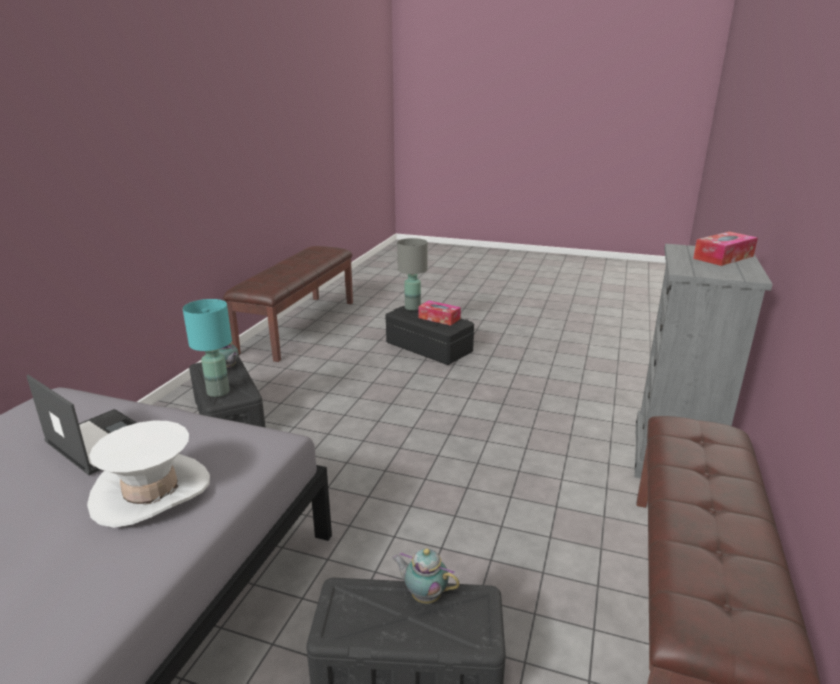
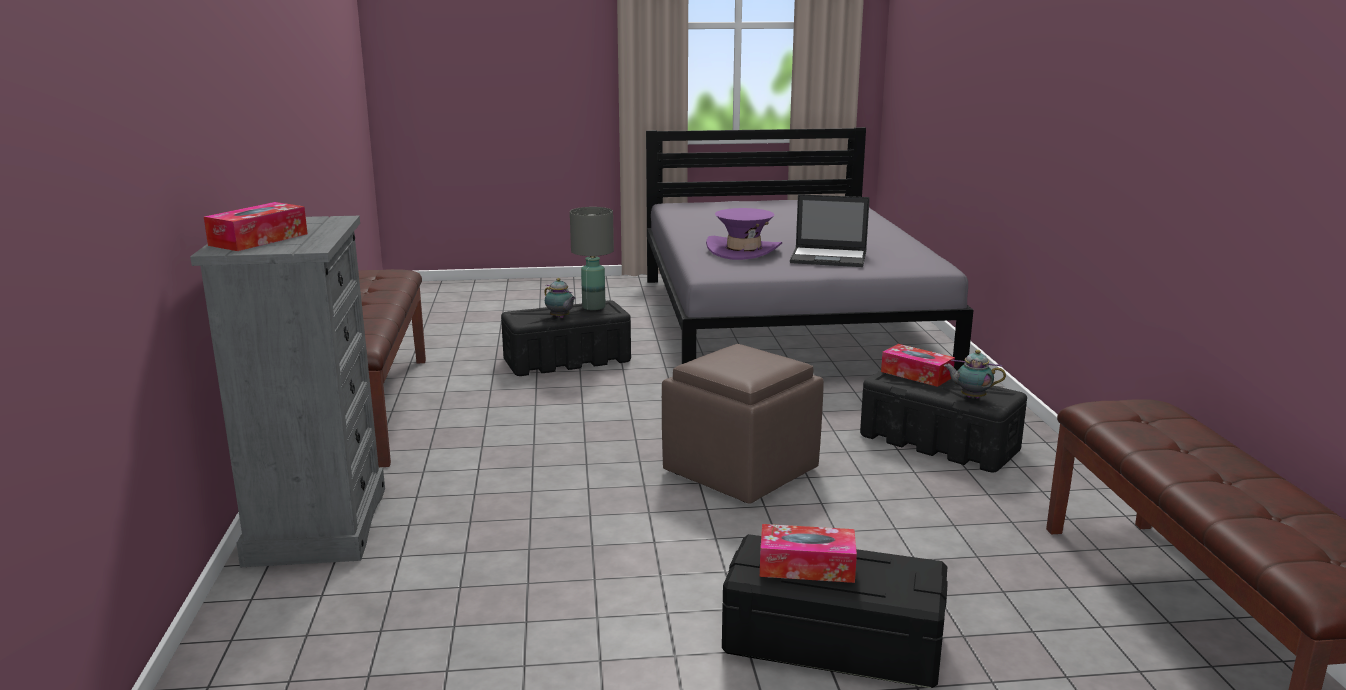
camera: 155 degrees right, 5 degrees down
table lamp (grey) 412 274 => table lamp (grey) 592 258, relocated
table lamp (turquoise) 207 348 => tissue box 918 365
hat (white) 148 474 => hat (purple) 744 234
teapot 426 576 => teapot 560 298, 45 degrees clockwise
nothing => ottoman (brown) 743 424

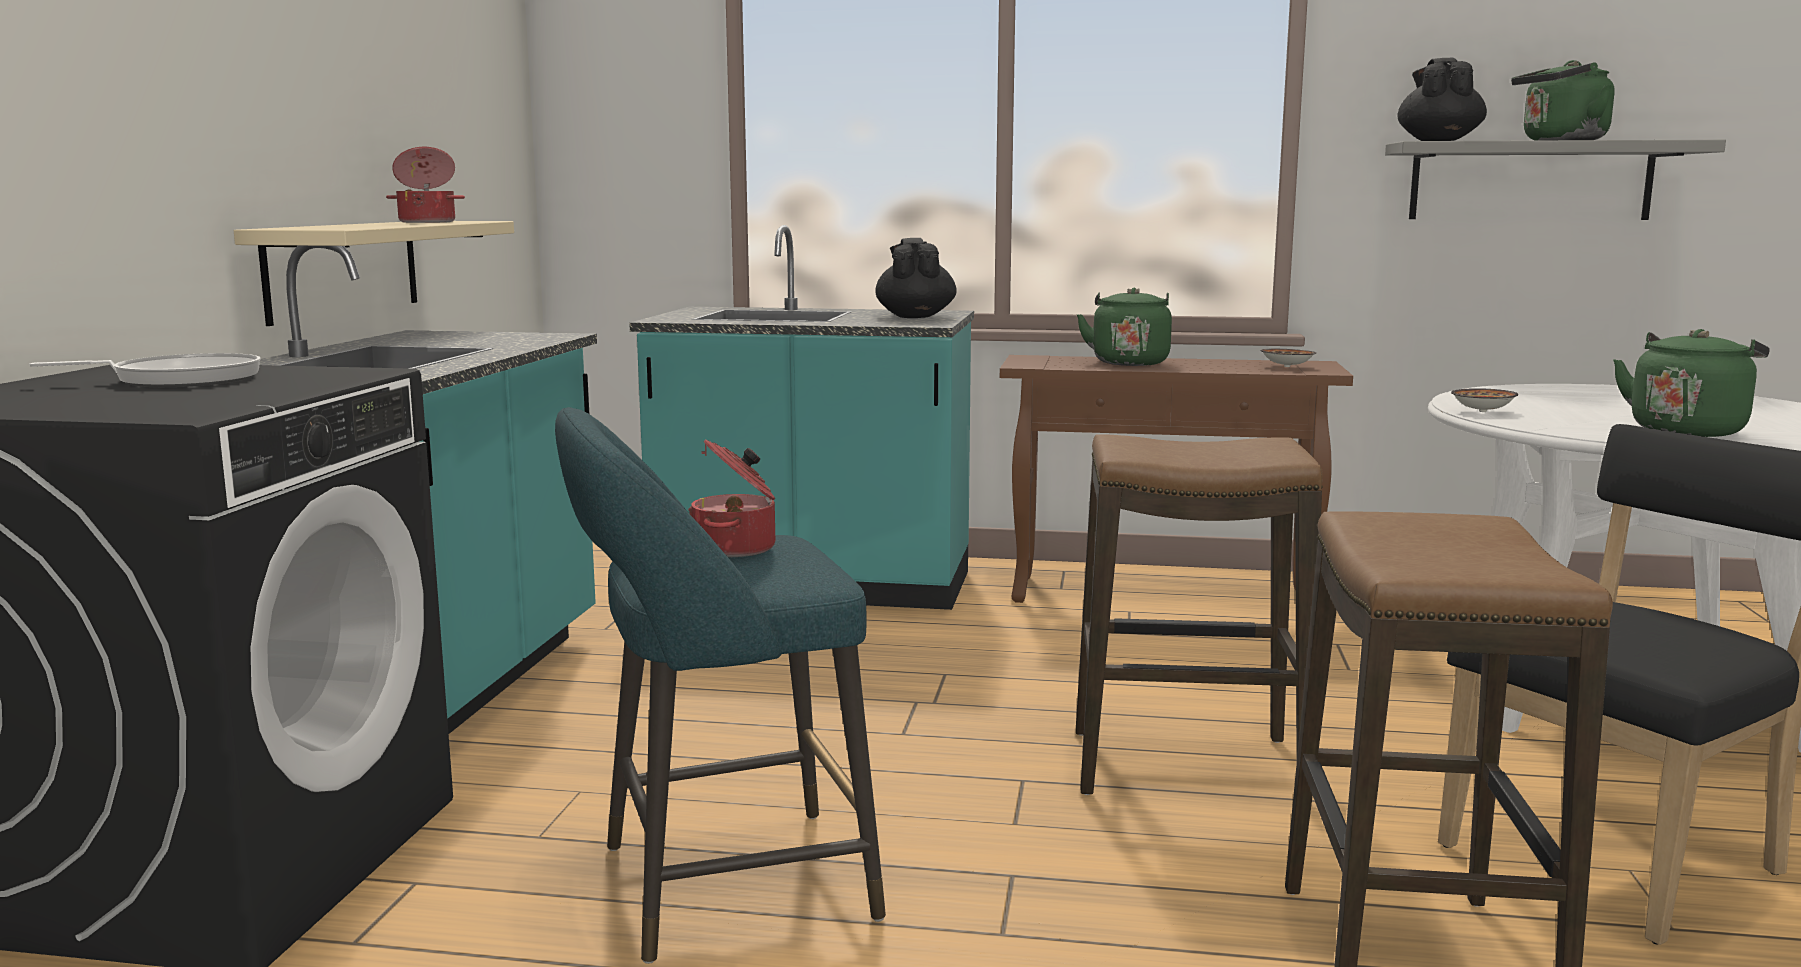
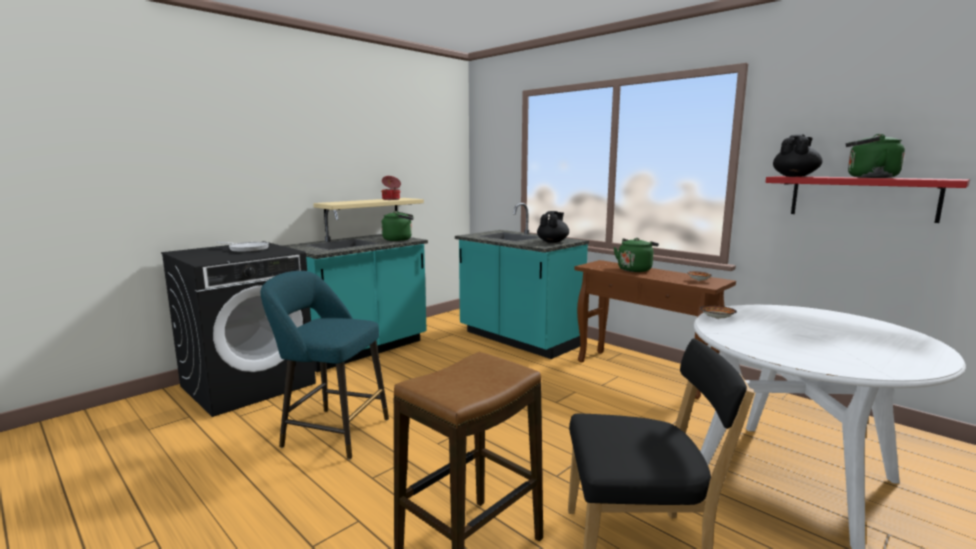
camera: 35 degrees right, 0 degrees up
shelf (grey) 1555 180 => shelf (red) 868 199
kettle (green) 1691 383 => kettle (green) 397 226, relocated
stool 1199 614 => nothing
cooking pot 731 498 => nothing

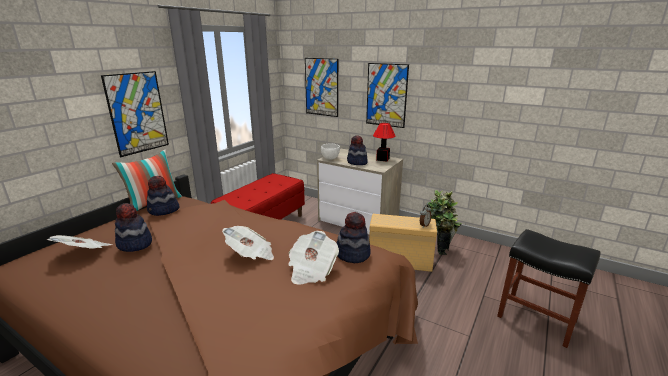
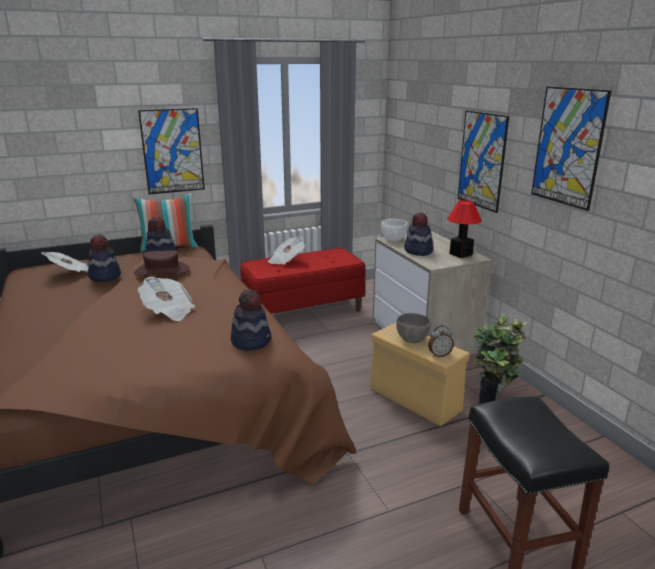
camera: 35 degrees right, 0 degrees up
picture 321 87 => picture 571 149, relocated
newspaper 313 258 => newspaper 286 251, relocated
nothing => hat (brown) 162 263
nothing => bowl (grey) 413 328

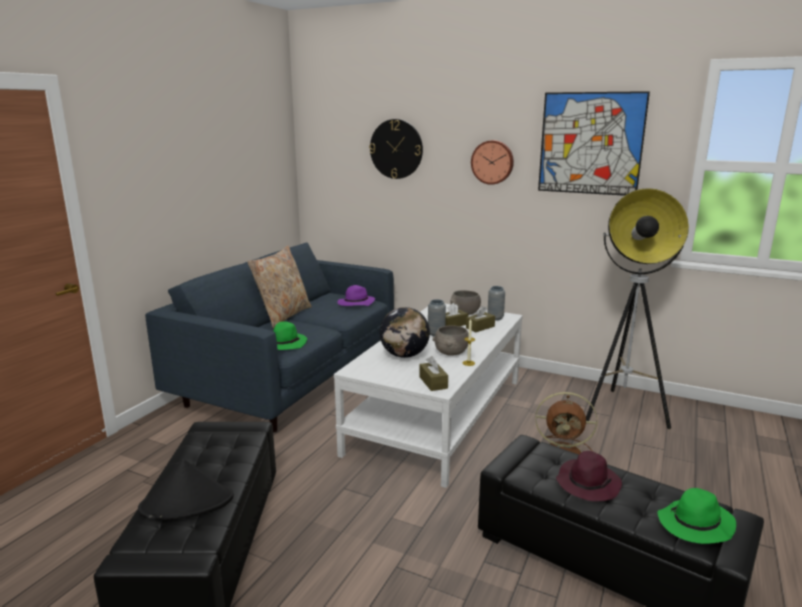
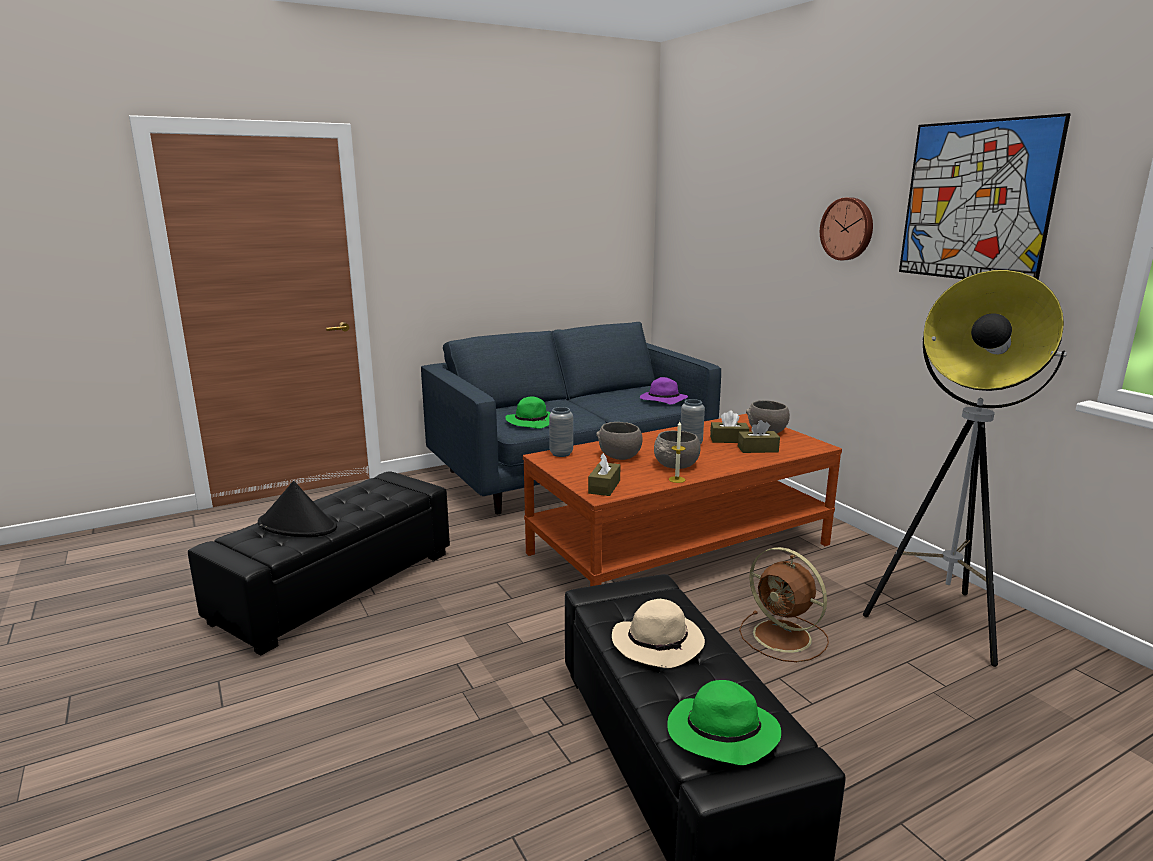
camera: 35 degrees right, 0 degrees up
wall clock 396 149 => nothing
pillow (beige) 279 287 => nothing
vase (grey) 496 303 => vase (grey) 561 432, relocated
coffee table (white) 428 396 => coffee table (brown) 682 500
globe 404 332 => bowl (grey) 619 441
hat (purple) 589 476 => hat (beige) 658 633

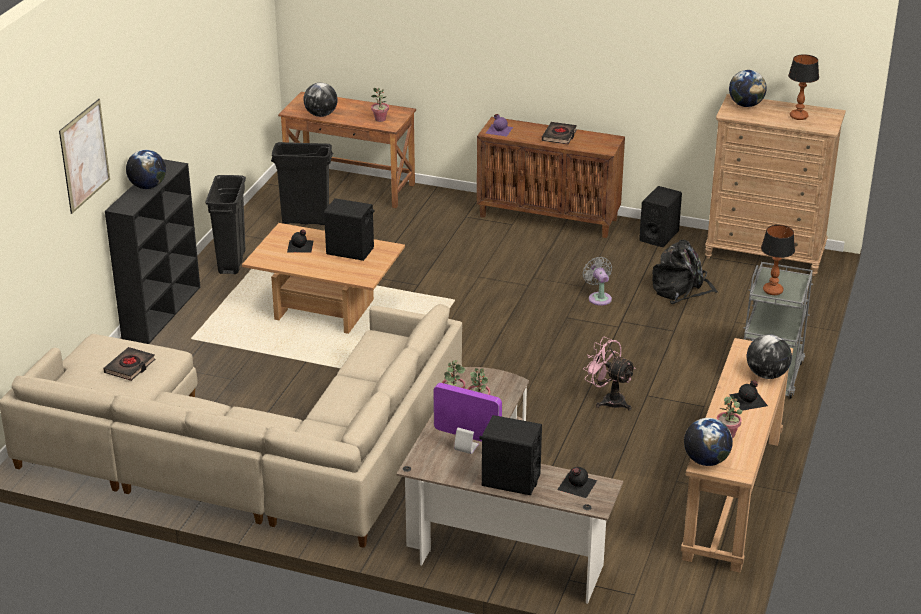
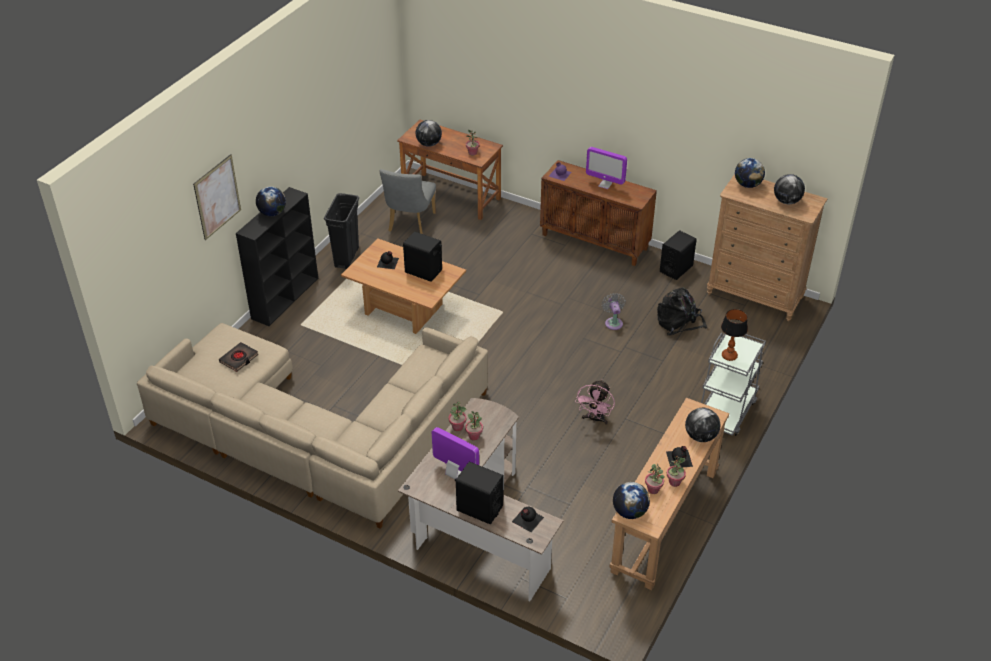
camera: 10 degrees right, 10 degrees up
table lamp 803 87 => globe 789 189
book (black) 559 133 => monitor 606 168
trash can (black) 302 183 => chair (grey) 408 201
fan (pink) 609 374 => fan (pink) 595 402, 120 degrees counterclockwise
nothing => potted plant 676 471

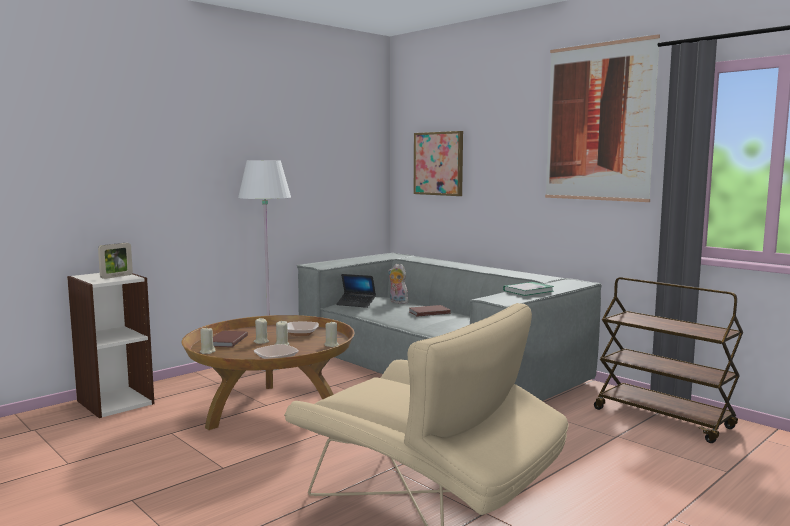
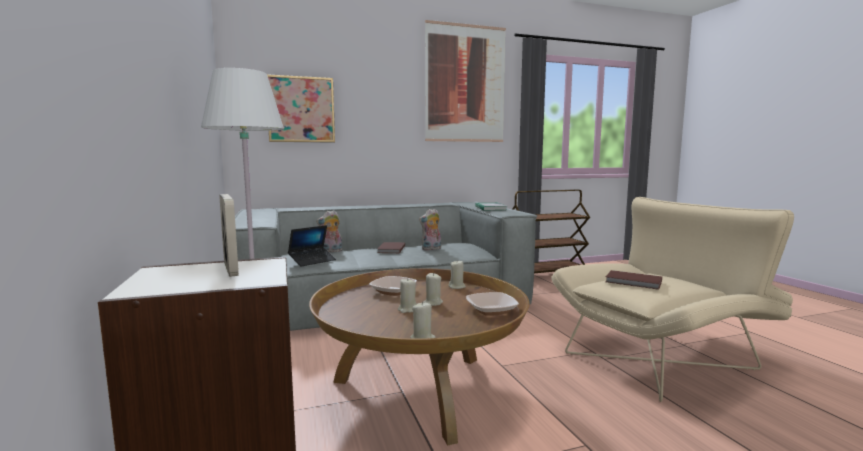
camera: 65 degrees left, 0 degrees up
book (brown) 230 339 => book (brown) 634 280, relocated
nothing => plush toy 430 229

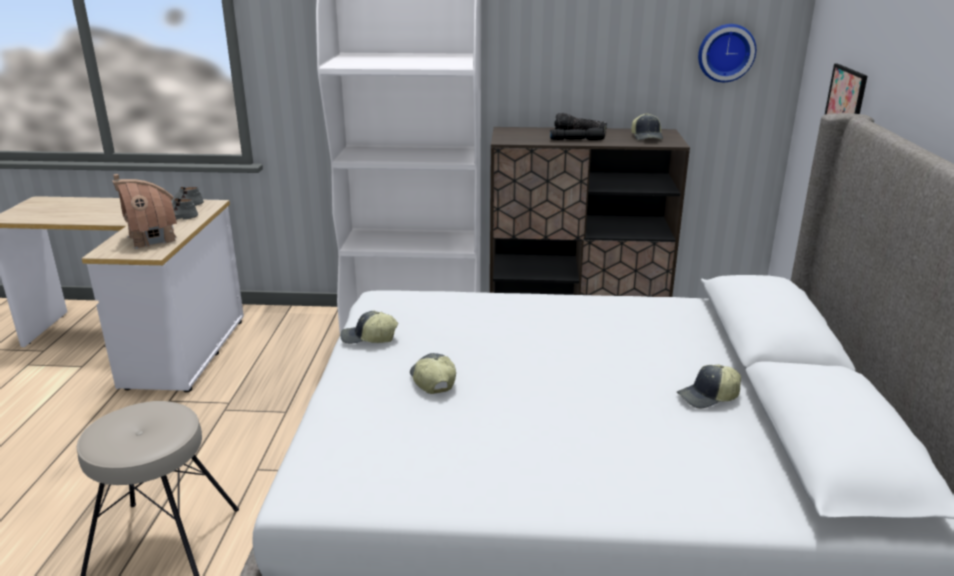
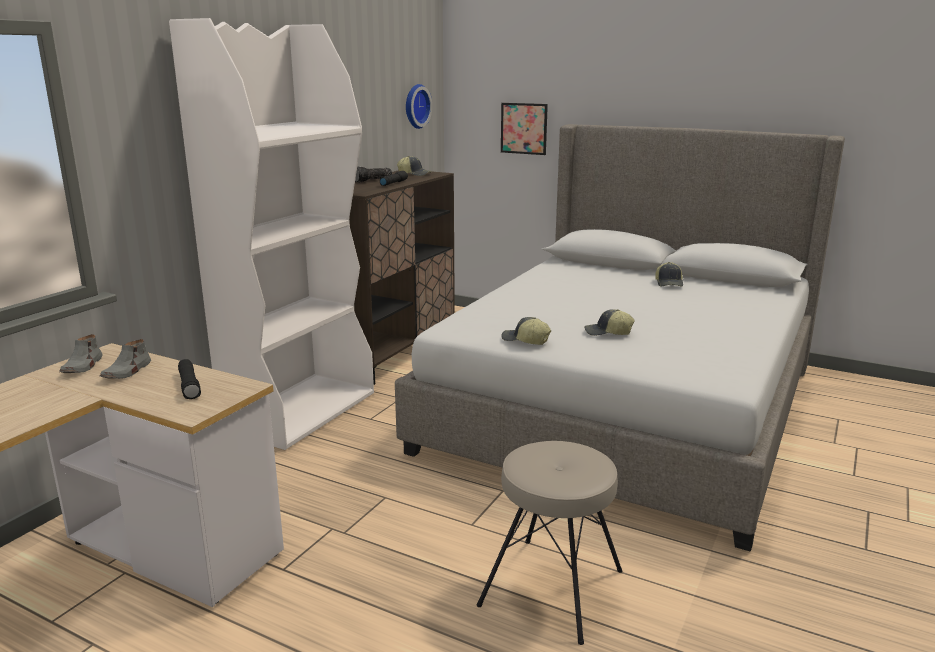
camera: 65 degrees left, 5 degrees down
toy house 144 211 => flashlight (black) 189 379
cap 369 327 => cap 526 331, 90 degrees clockwise

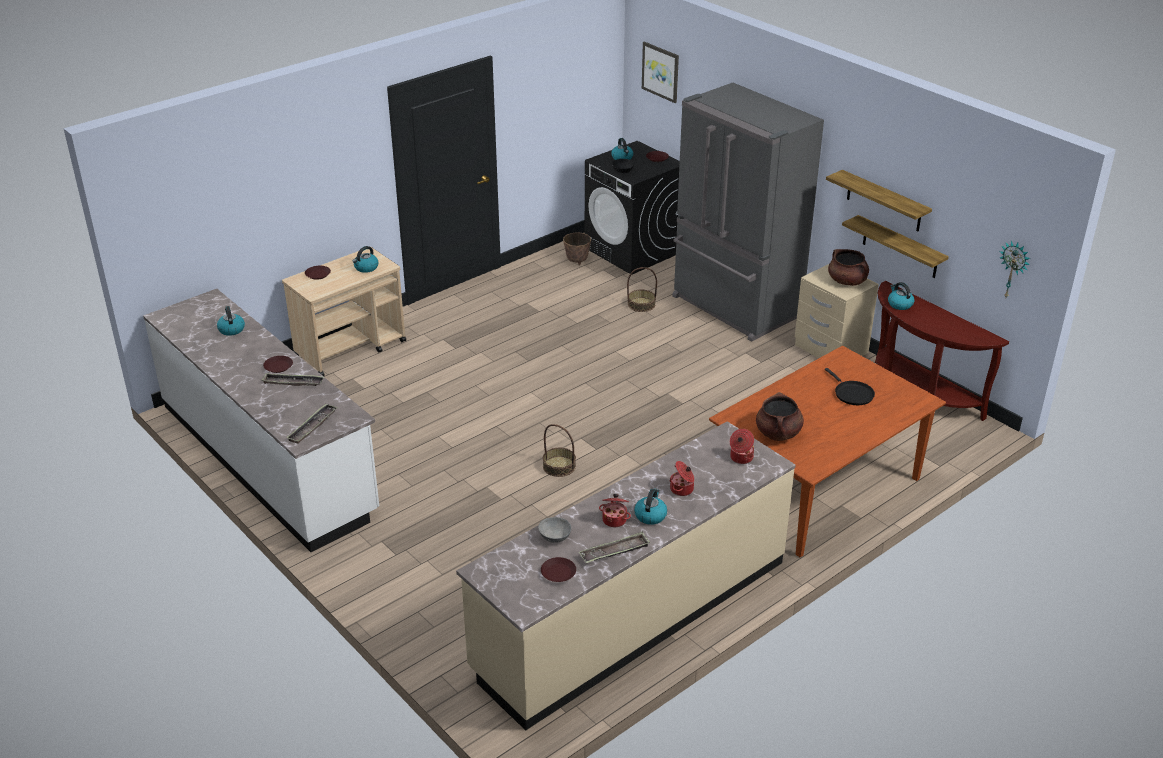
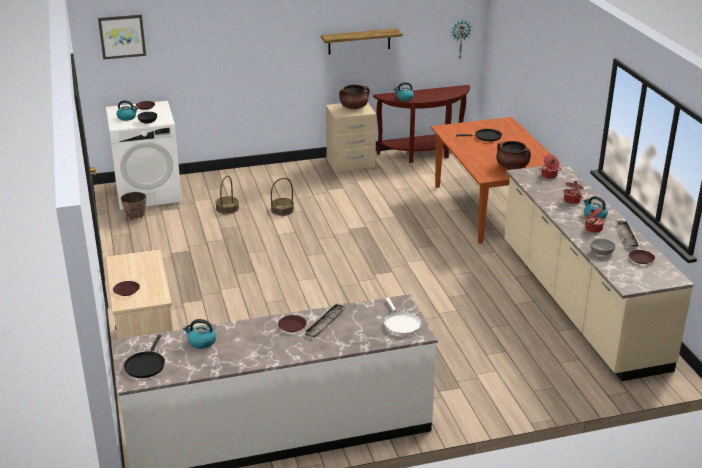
camera: 65 degrees left, 5 degrees down
fridge (grey) 748 212 => nothing
washing machine (black) 632 208 => washing machine (white) 144 155
shelf 895 246 => nothing
kettle 366 259 => nothing
tray 311 424 => frying pan (white) 403 316
basket 559 450 => basket 282 197, relocated
nothing => frying pan (black) 144 356

